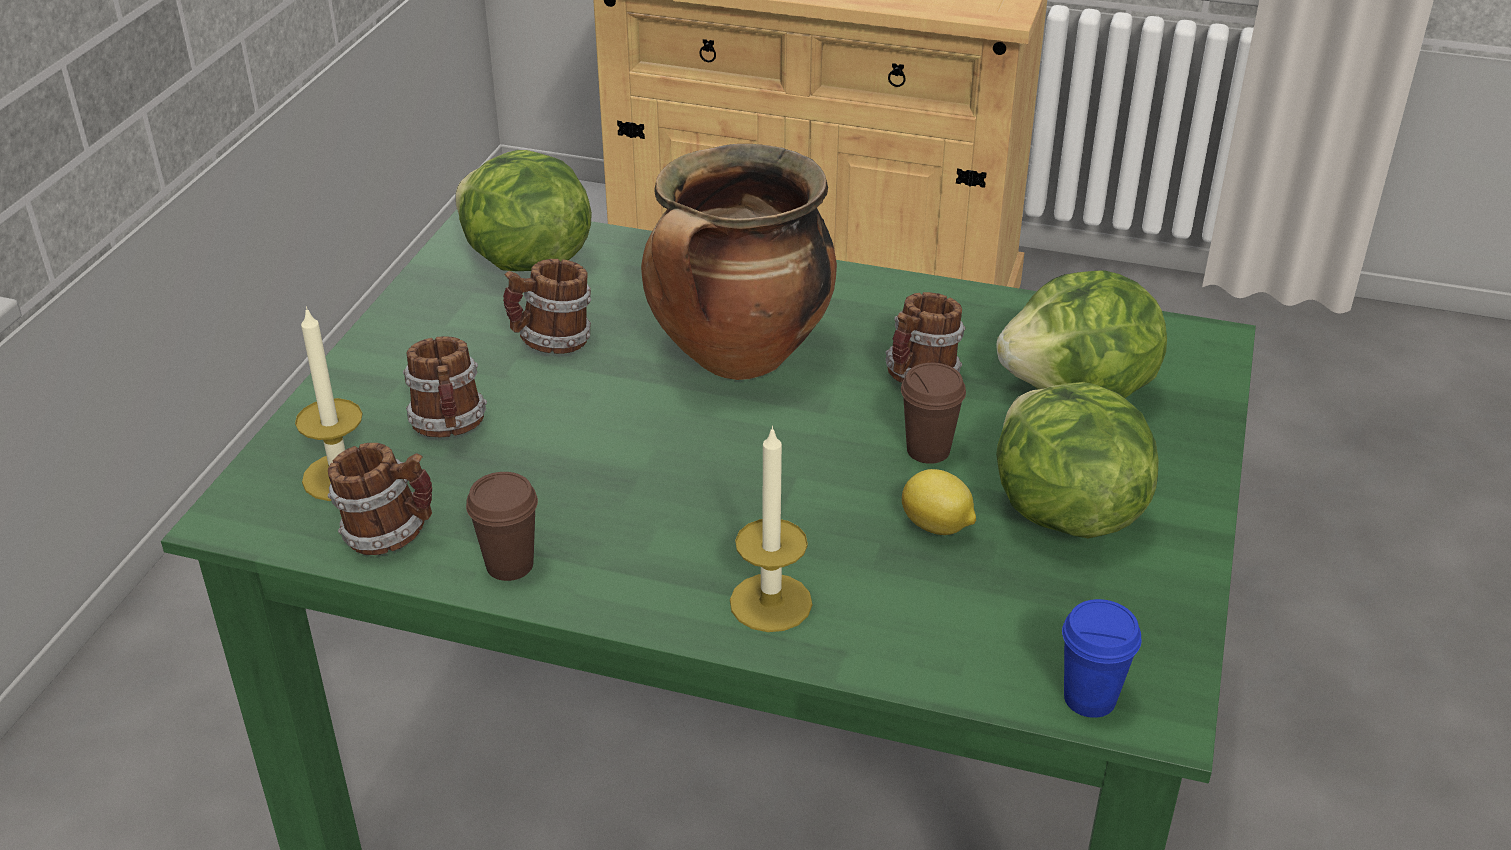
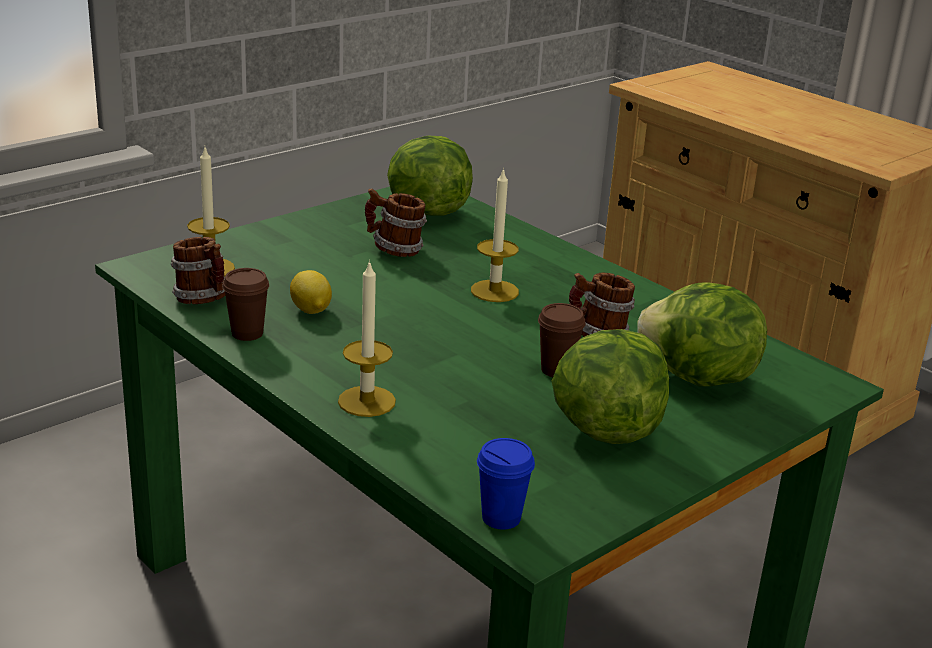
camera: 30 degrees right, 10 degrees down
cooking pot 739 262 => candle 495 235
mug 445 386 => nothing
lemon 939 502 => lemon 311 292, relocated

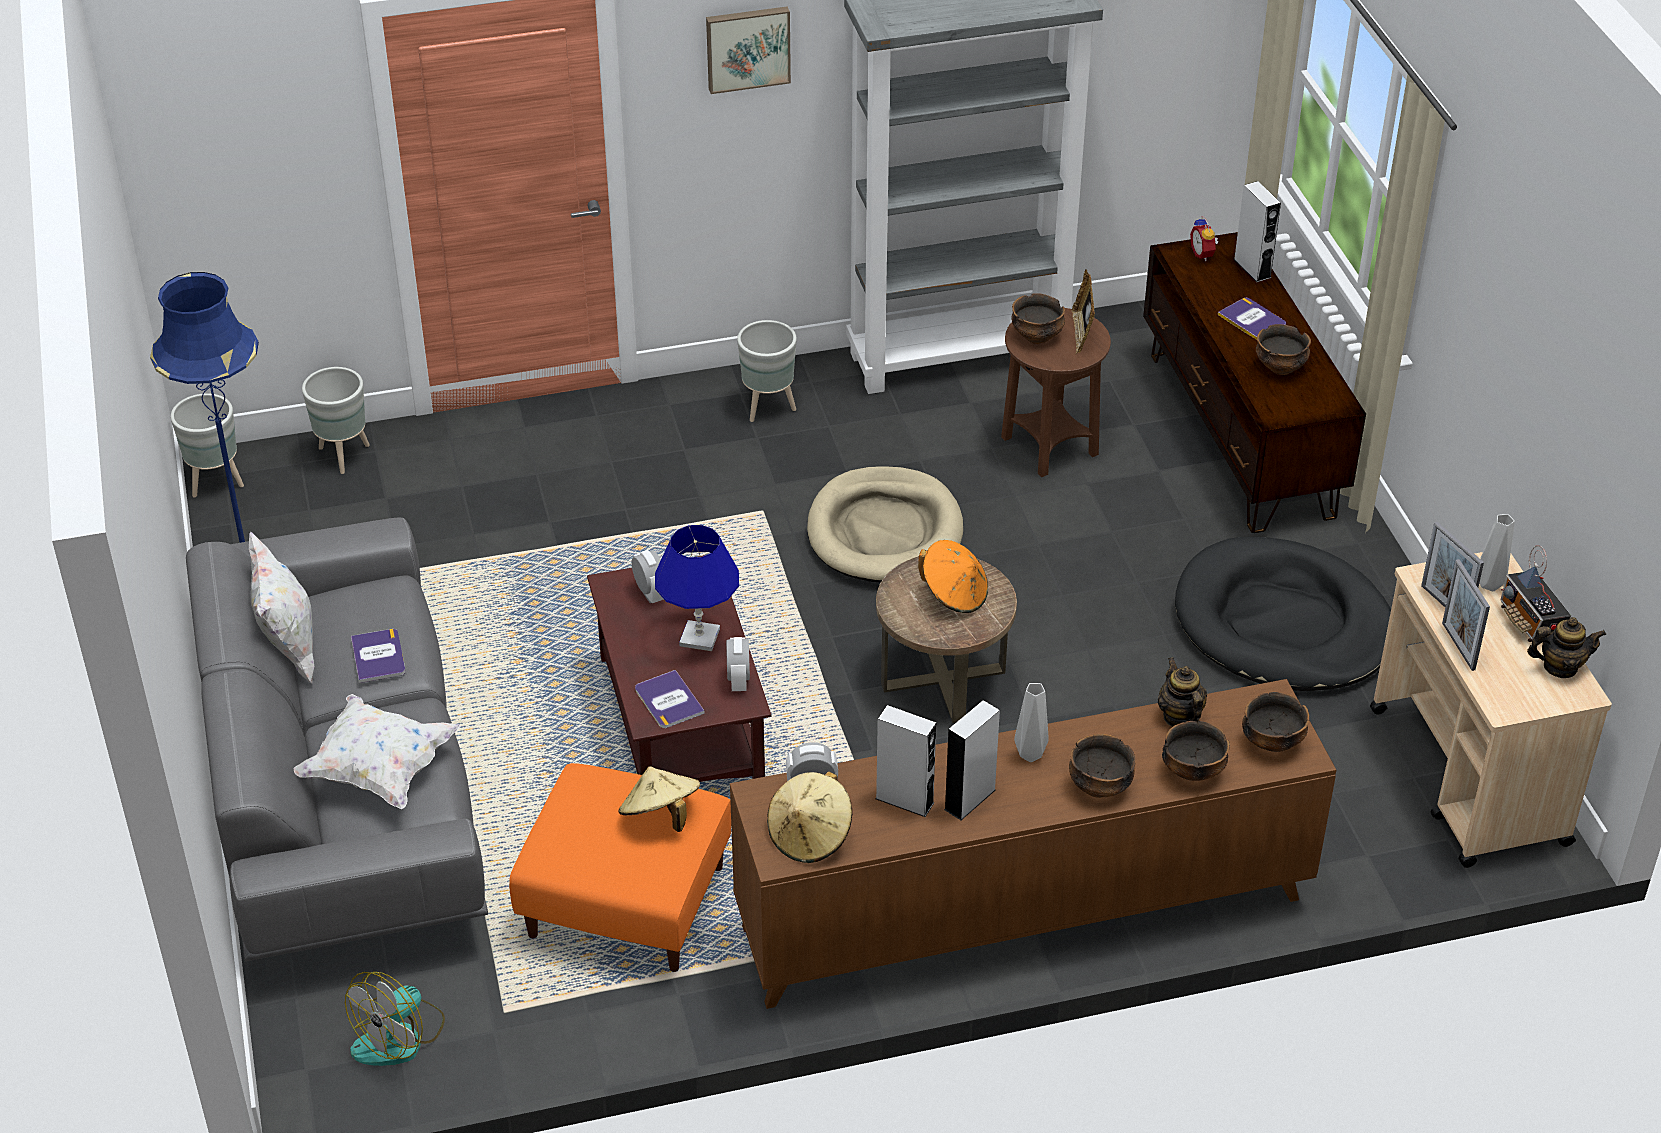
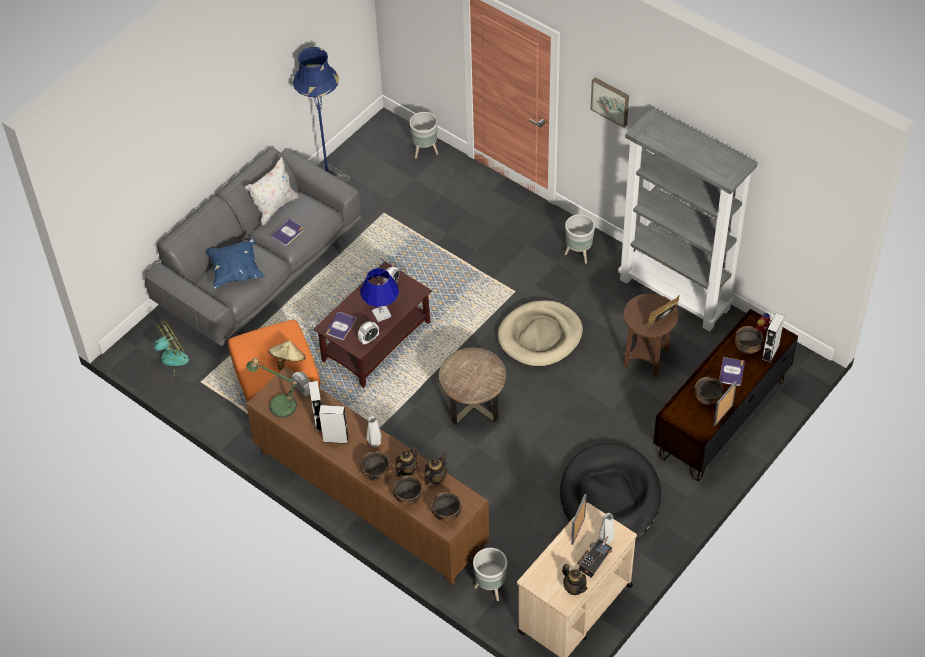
camera: 55 degrees right, 10 degrees up
bowl 1038 319 => bowl 749 340, relocated
planter (grey) 207 445 => planter (grey) 490 574, relocated
hat (orange) 953 576 => nothing
picture frame 1466 615 => picture frame 725 403, relocated
pillow (white) 377 751 => pillow (blue) 235 263
hat (beige) 809 817 => table lamp 272 387
fan 395 1019 => fan 168 350, 150 degrees clockwise
nothing => teapot 407 461

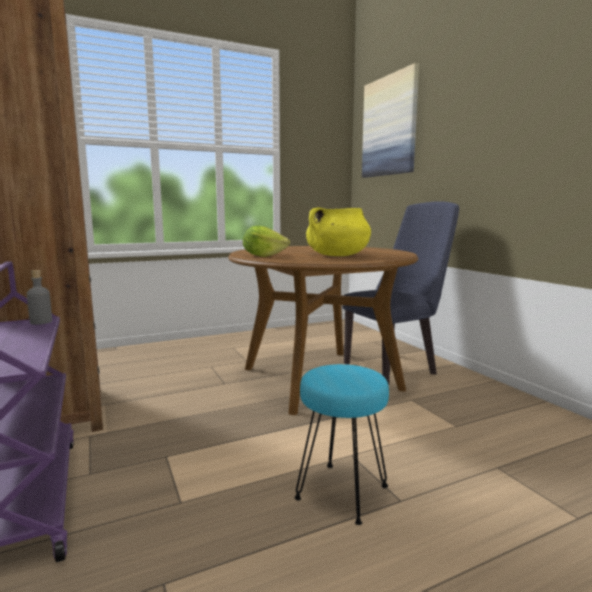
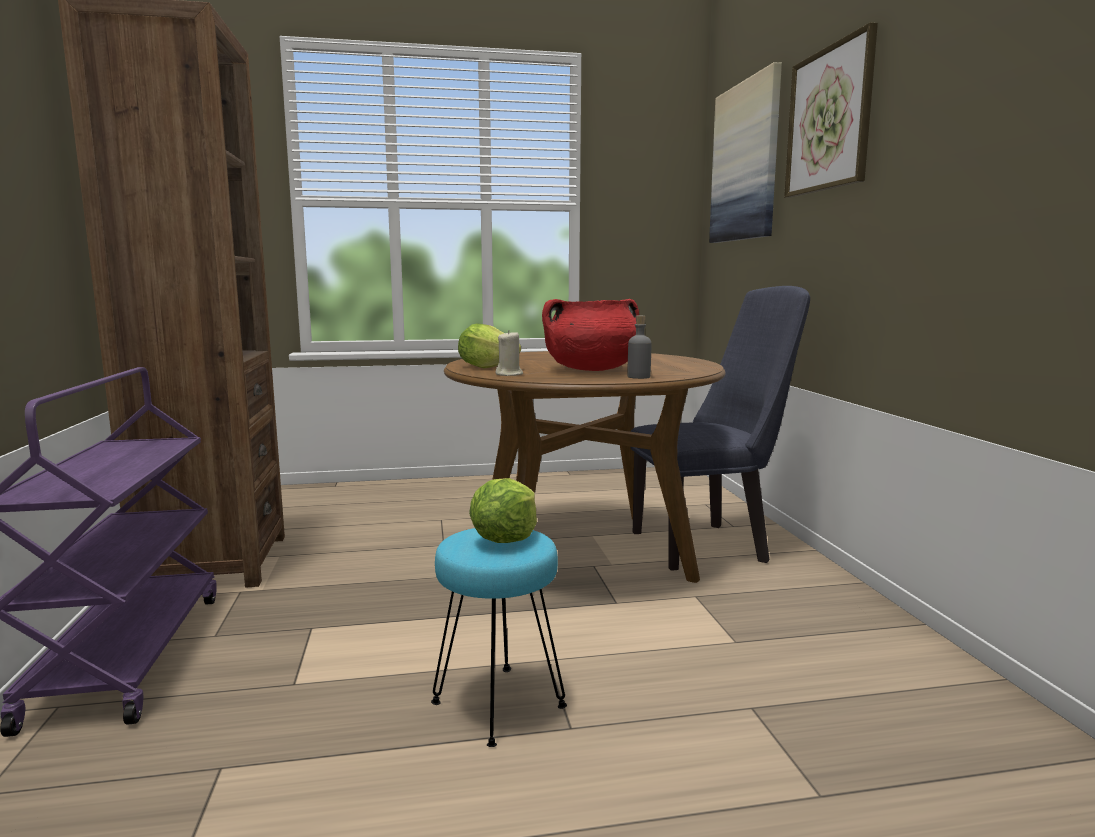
camera: 15 degrees right, 0 degrees up
cooking pot (yellow) 338 231 => cooking pot (red) 590 335
bottle (grey) 39 297 => bottle (grey) 639 347, relocated
nothing => picture 831 110
nothing => candle (beige) 509 353
nothing => lettuce 503 510

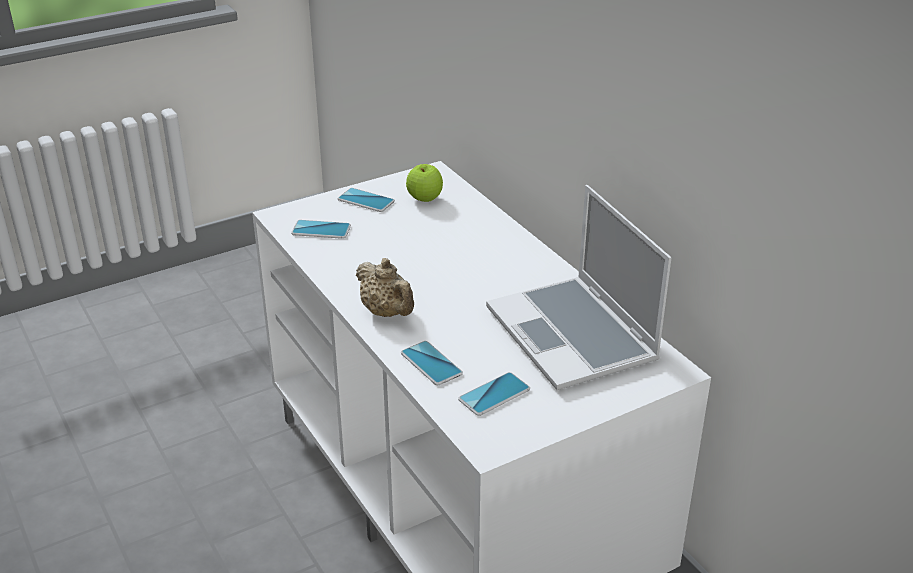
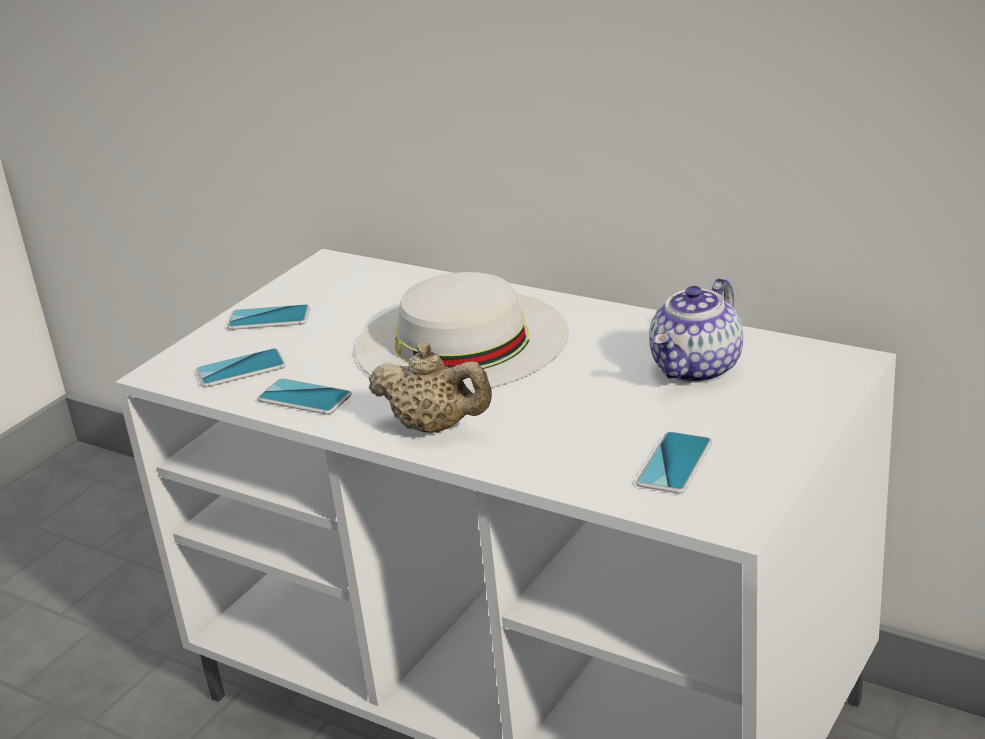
camera: 25 degrees left, 5 degrees down
apple 424 183 => nothing
laptop 579 287 => teapot 696 330
phone 432 363 => phone 304 396, relocated
nothing => hat (white) 462 331

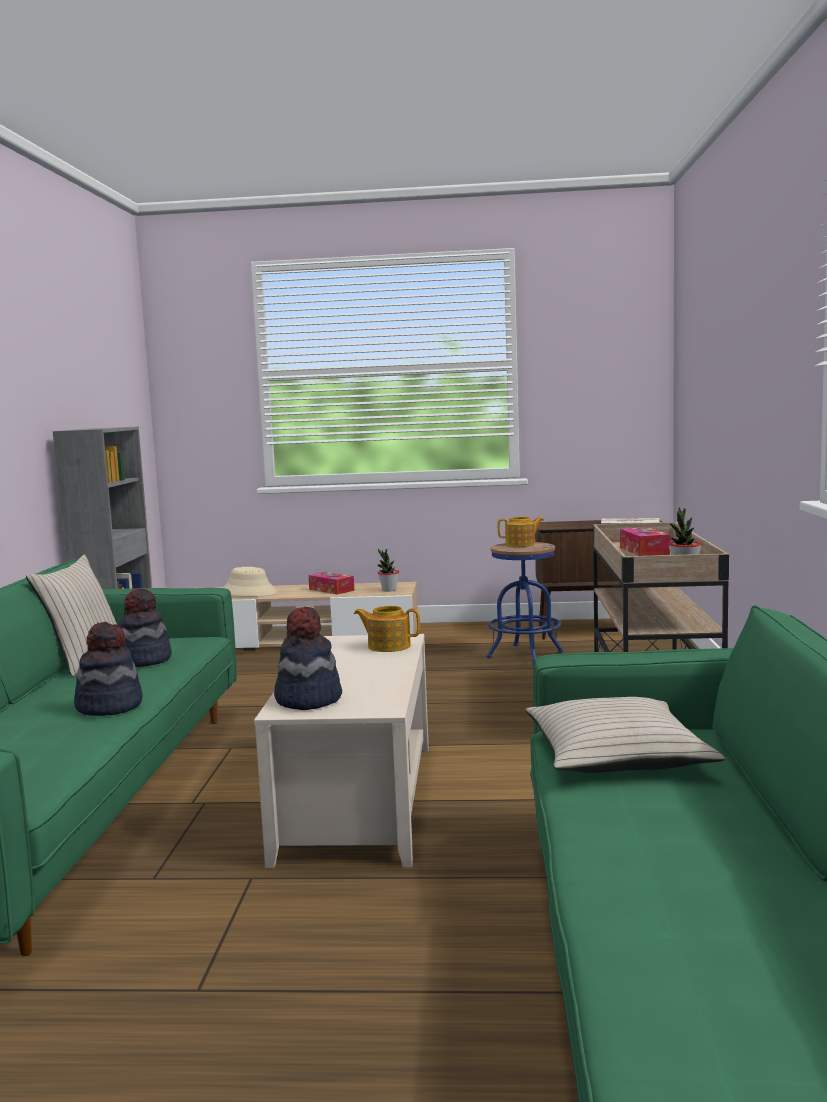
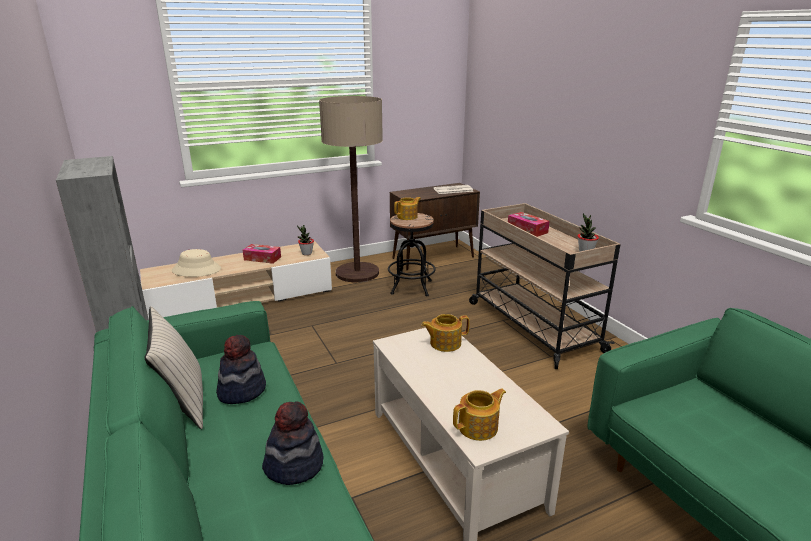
camera: 30 degrees left, 15 degrees up
stool (blue) 525 603 => stool (black) 412 254
hat 308 658 => teapot 479 414
pillow (beige) 625 735 => nothing
nothing => floor lamp 351 189

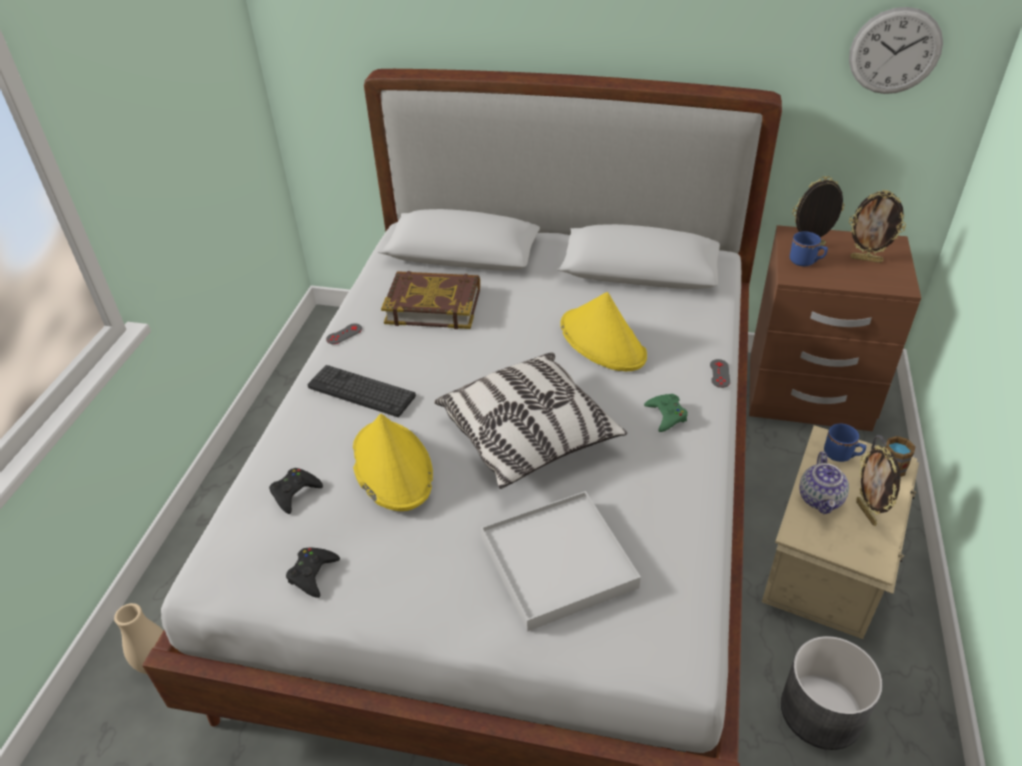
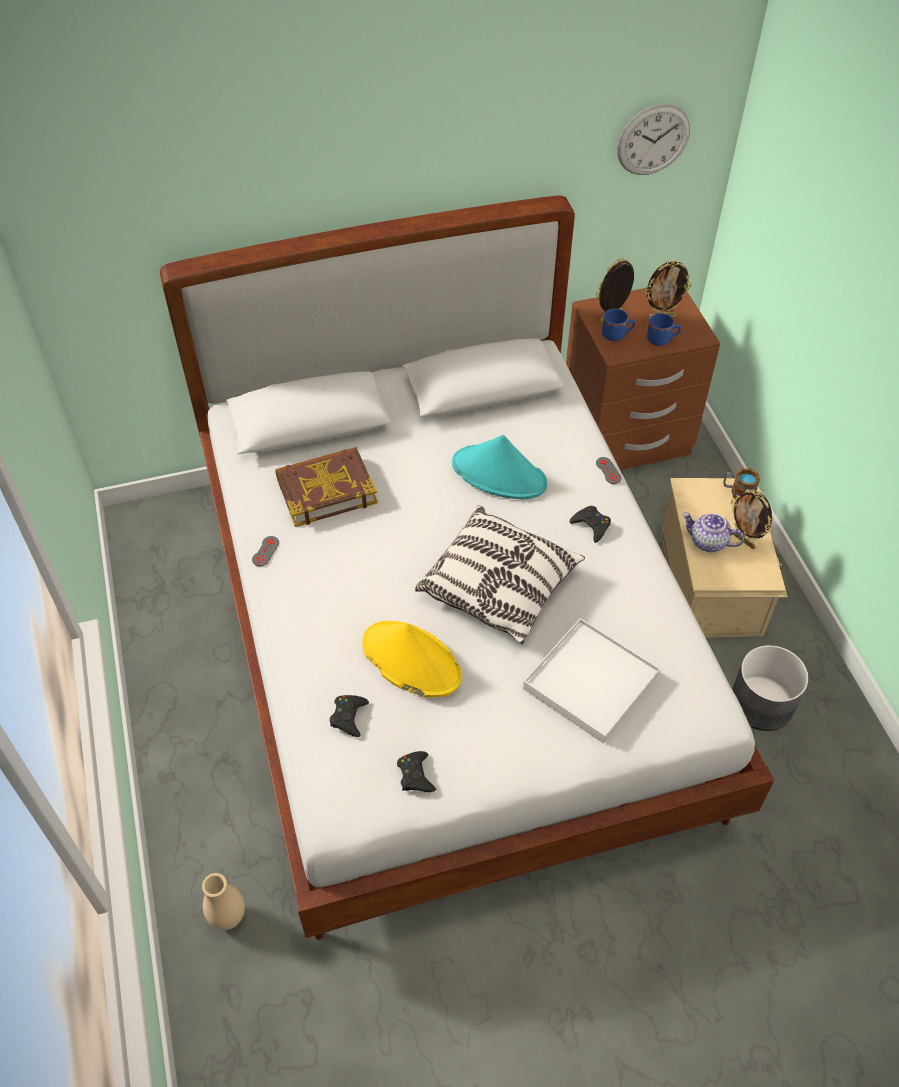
camera: 30 degrees left, 10 degrees up
hat (yellow) 603 331 => hat (turquoise) 499 467
keyboard 361 391 => nothing
game controller (green) 666 413 => game controller (black) 590 524
mug (blue) 845 443 => mug (blue) 664 329, relocated
teapot 824 483 => teapot 713 532, 135 degrees clockwise

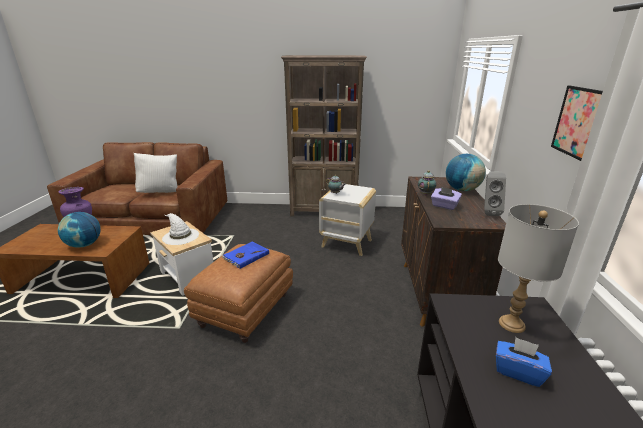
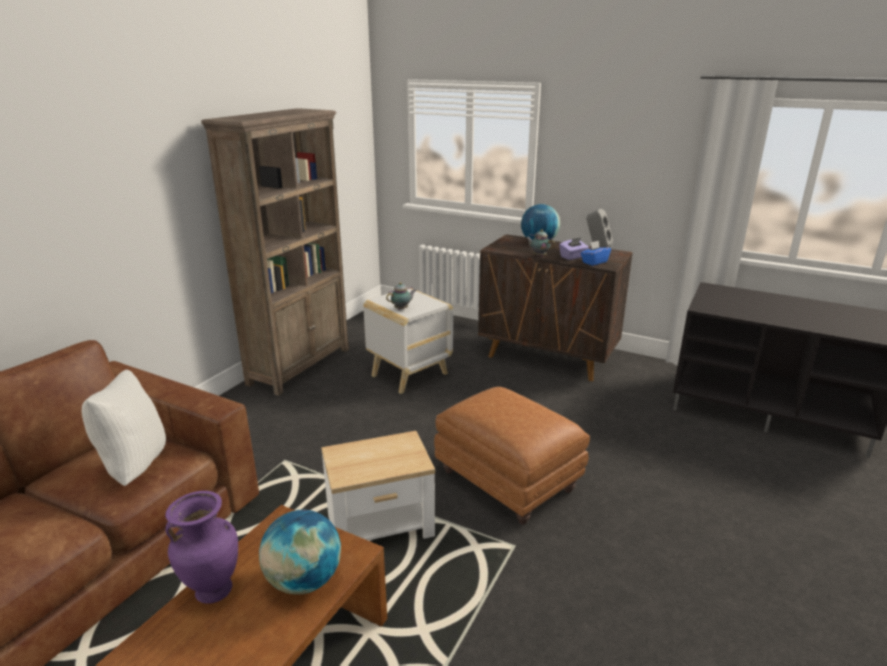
camera: 65 degrees left, 0 degrees up
picture 577 123 => nothing
table lamp (grey) 538 268 => nothing
hat (white) 180 229 => nothing
book (blue) 245 255 => nothing
tissue box (blue) 524 362 => tissue box (blue) 596 253, relocated

